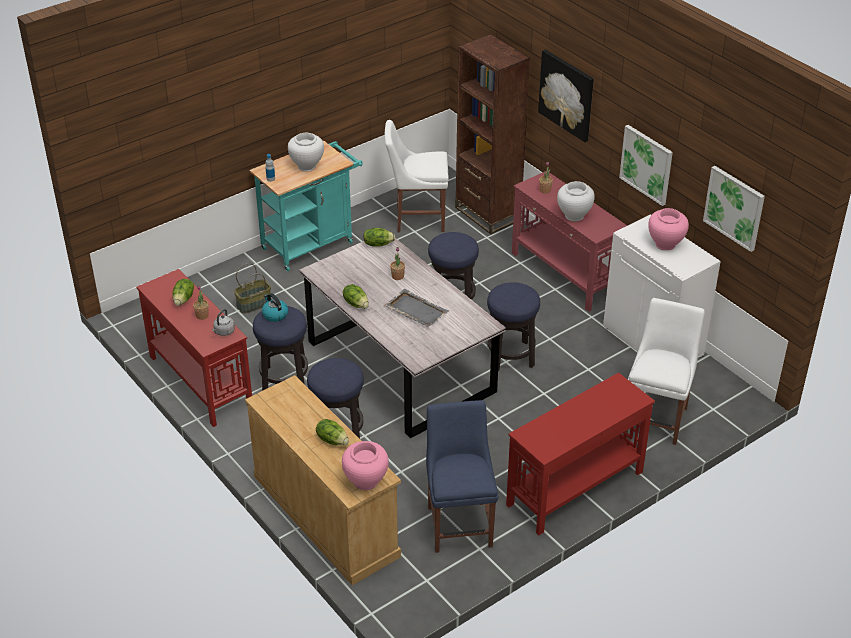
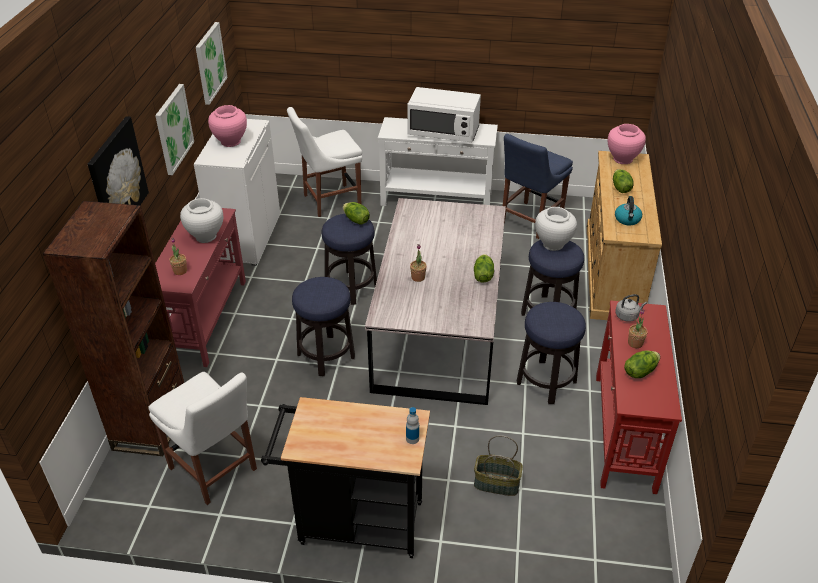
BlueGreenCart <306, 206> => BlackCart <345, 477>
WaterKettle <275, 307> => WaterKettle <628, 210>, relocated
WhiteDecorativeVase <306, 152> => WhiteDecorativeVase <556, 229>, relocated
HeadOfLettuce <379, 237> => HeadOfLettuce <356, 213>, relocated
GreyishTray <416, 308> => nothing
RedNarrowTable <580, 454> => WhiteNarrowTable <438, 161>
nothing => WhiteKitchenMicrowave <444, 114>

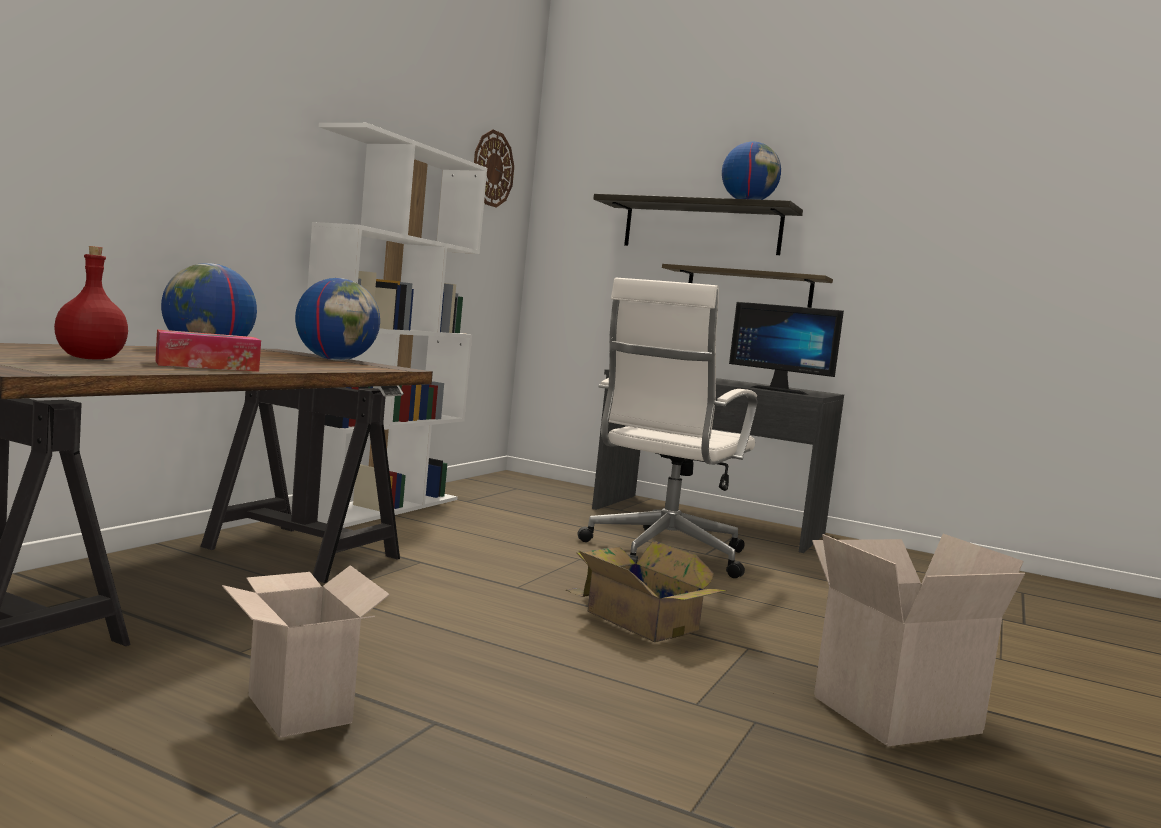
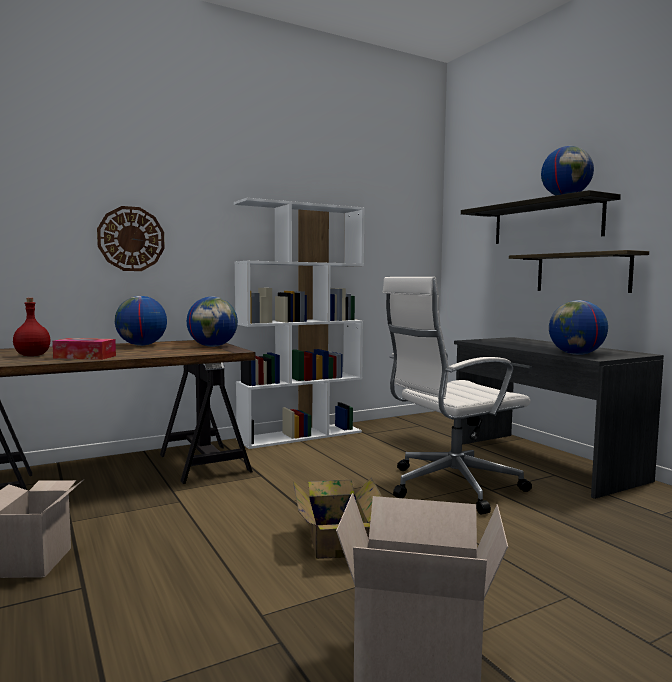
HangingClock <494, 168> => HangingClock <131, 238>, relocated
ComputerScreen <786, 348> => WorldGlobe <578, 327>

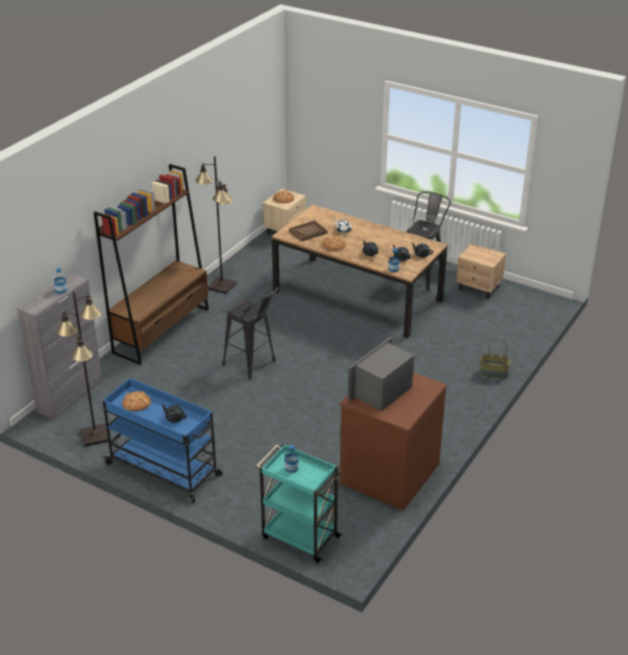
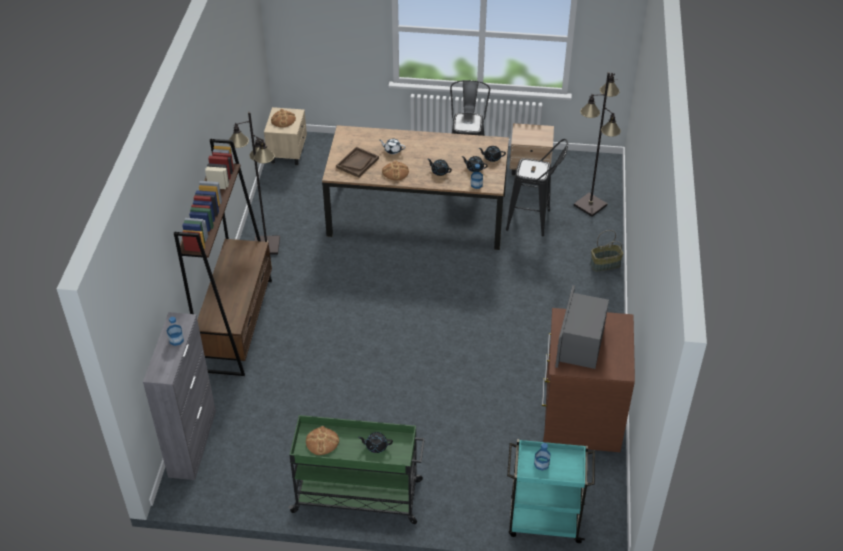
BlackStandardLamp <82, 369> => BlackStandardLamp <597, 144>, relocated
BluishCart <162, 440> => GreenColouredCart <356, 469>
BlackSittingStool <250, 333> => BlackSittingStool <537, 187>, relocated

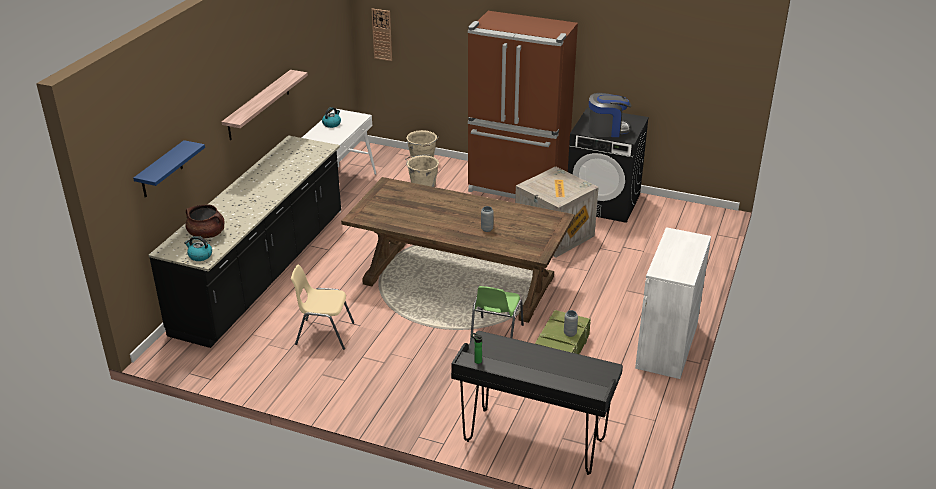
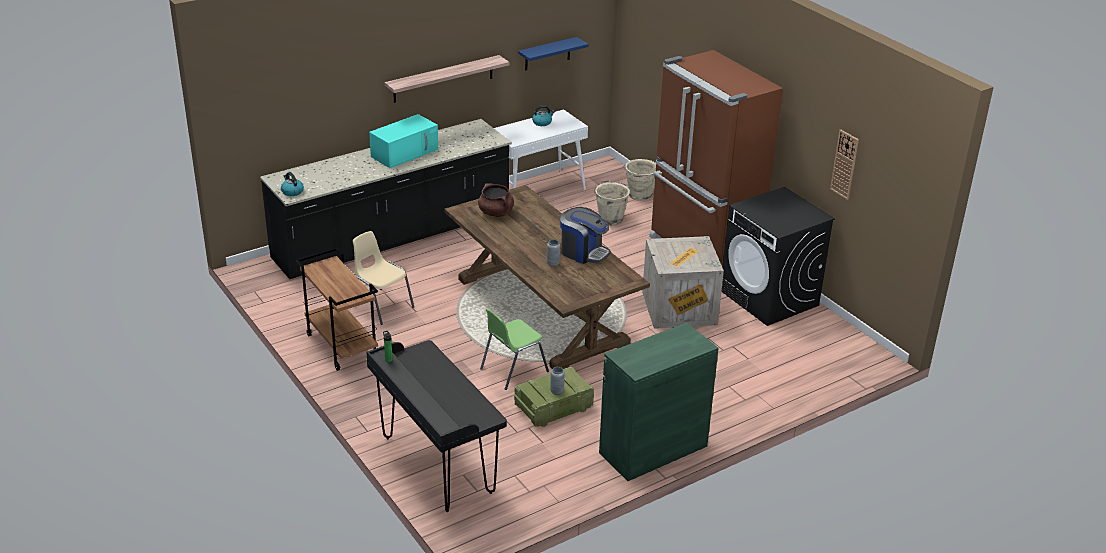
BluishBracketShelf <169, 169> => BluishBracketShelf <553, 53>, relocated
BrownCookingPot <204, 221> => BrownCookingPot <496, 200>, relocated
HangingClock <382, 34> => HangingClock <844, 165>, relocated
CoffeeMaker <610, 115> => CoffeeMaker <585, 235>, relocated
WhiteCabinet <673, 303> => GreenColouredCabinet <659, 402>
nothing => BrownCart <337, 309>
nothing => BlueGreenKitchenMicrowave <403, 141>

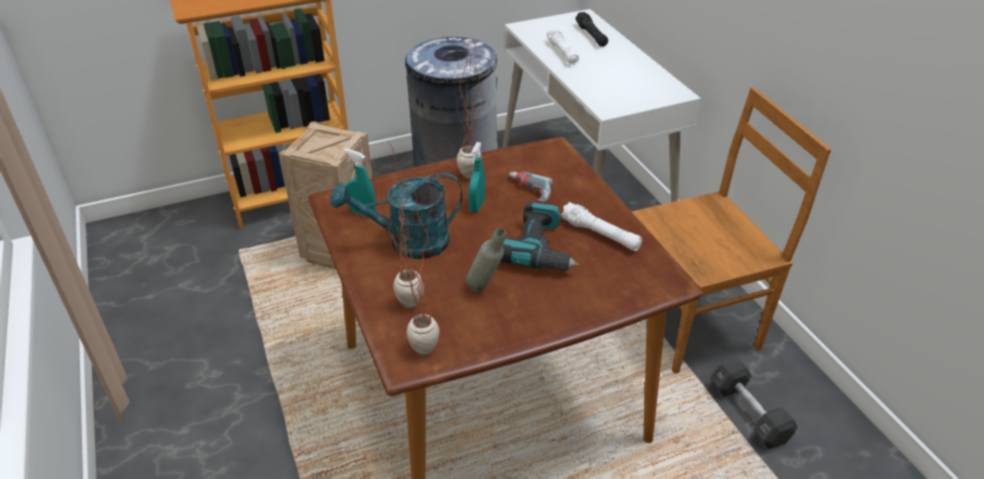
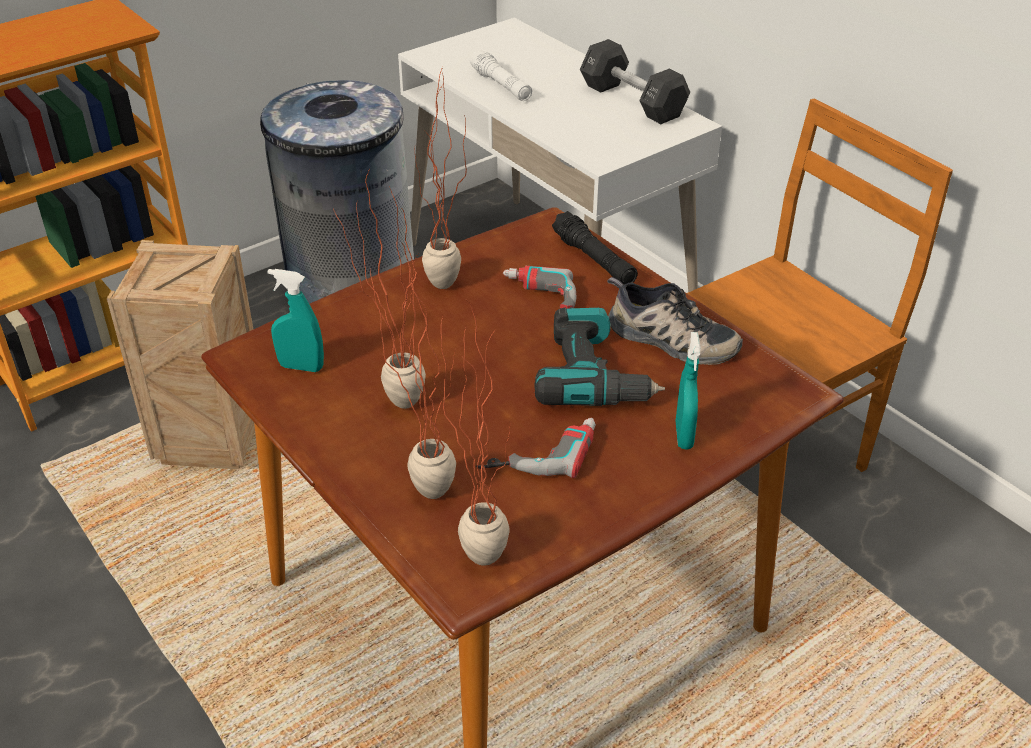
BlueGreenWateringCan <396, 216> => PlantInAPot <379, 288>
GreyishBottle <486, 260> => Drill <536, 448>
BlueGreenSprayBottle <477, 177> => BlueGreenSprayBottle <688, 391>, relocated
WhiteTorch <601, 226> => Shoe <675, 321>
BlackTorch <591, 29> => BlackTorch <595, 247>, relocated
BlackHandWeight <753, 403> => BlackHandWeight <635, 81>, relocated

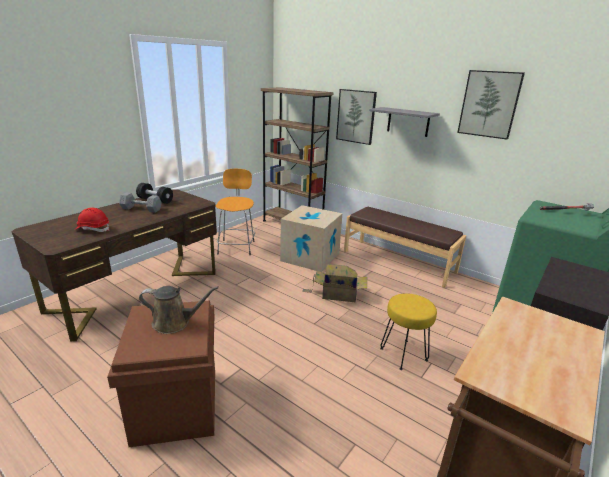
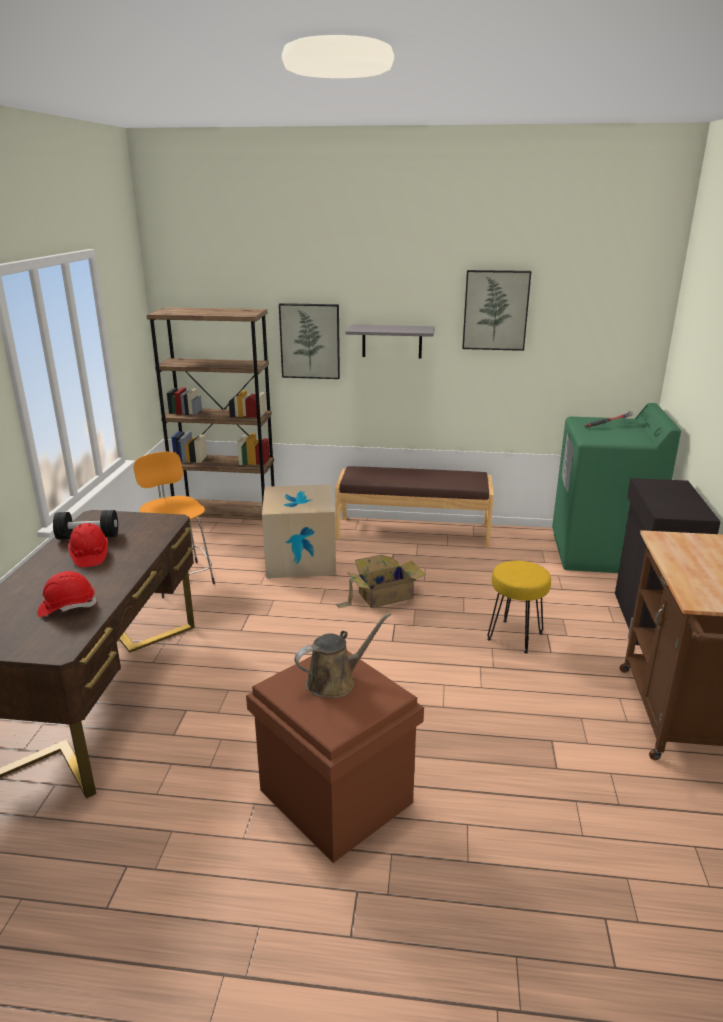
GreyishHandWeight <140, 203> => RedSafetyHelmet <88, 545>

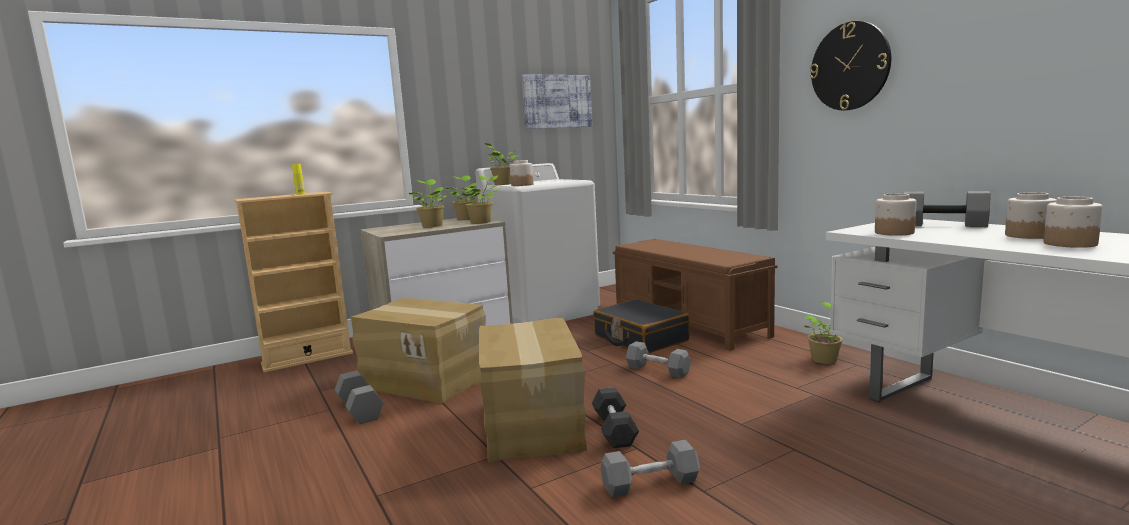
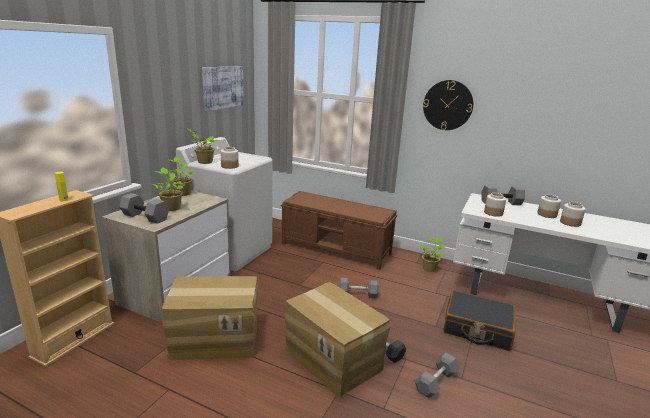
GreyishHandWeight <359, 397> => GreyishHandWeight <144, 208>, relocated
PlantInAPot <480, 199> => nothing
BlackTravelCase <641, 326> => BlackTravelCase <479, 320>, relocated

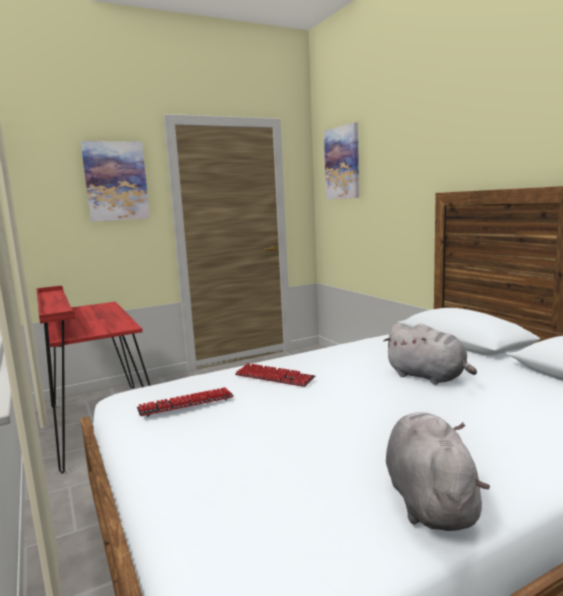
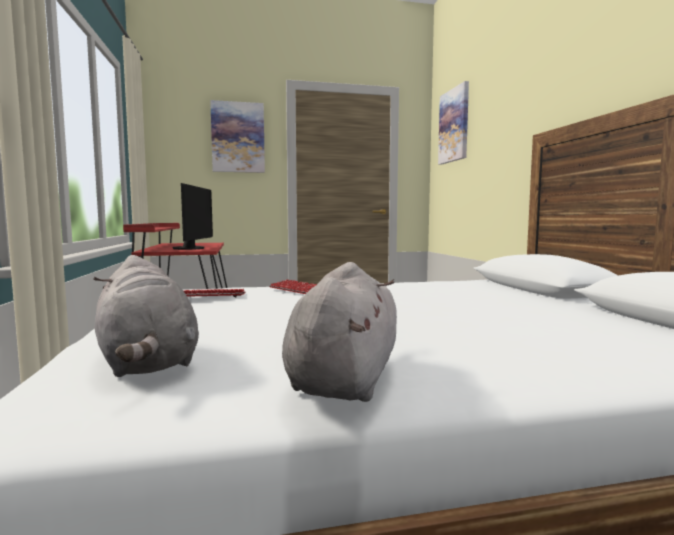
GreyishPlushToy <430, 354> => GreyishPlushToy <146, 316>, relocated
nothing => ComputerScreen <193, 216>

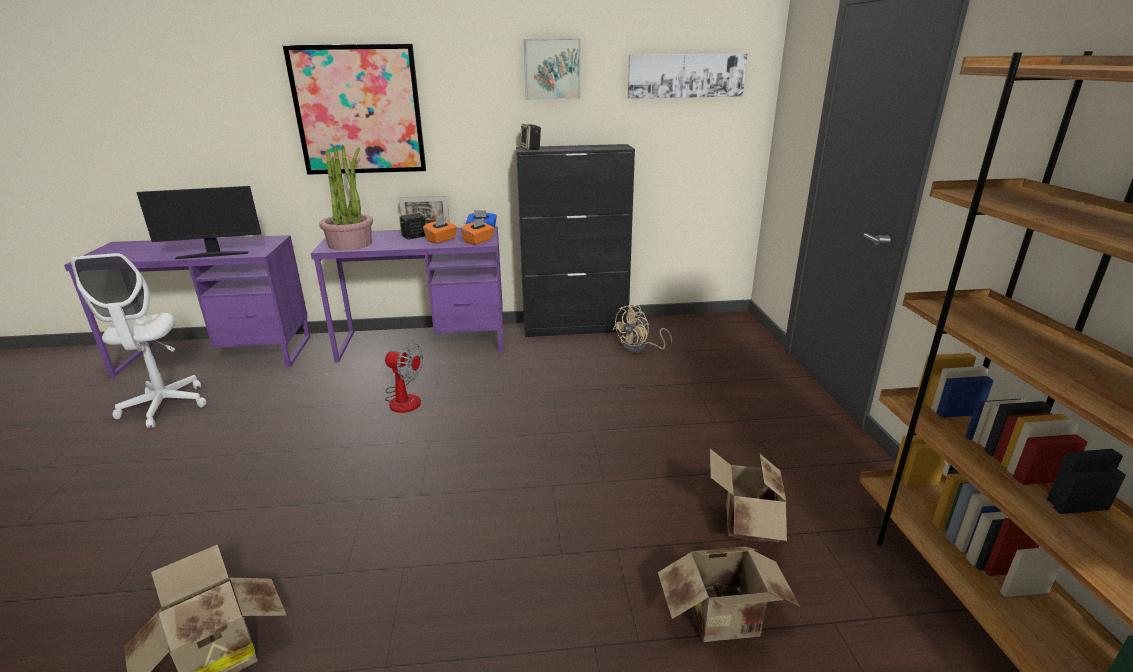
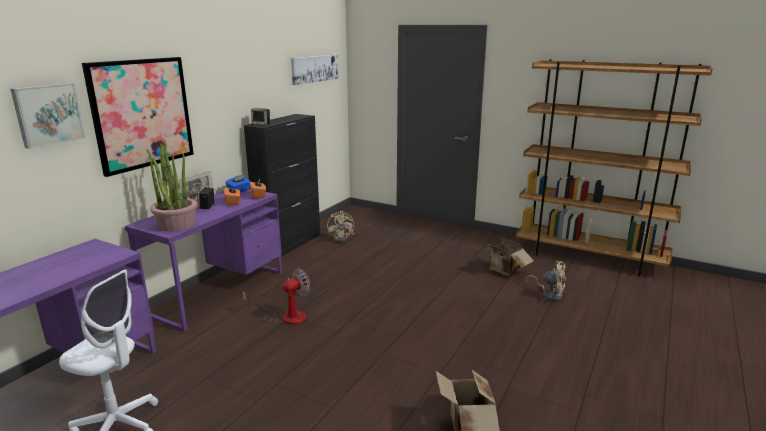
ComputerScreen <198, 222> => nothing
WallPicture <552, 69> => WallPicture <48, 116>, relocated
CardboardBox <729, 594> => BeigeElectricFan <545, 281>

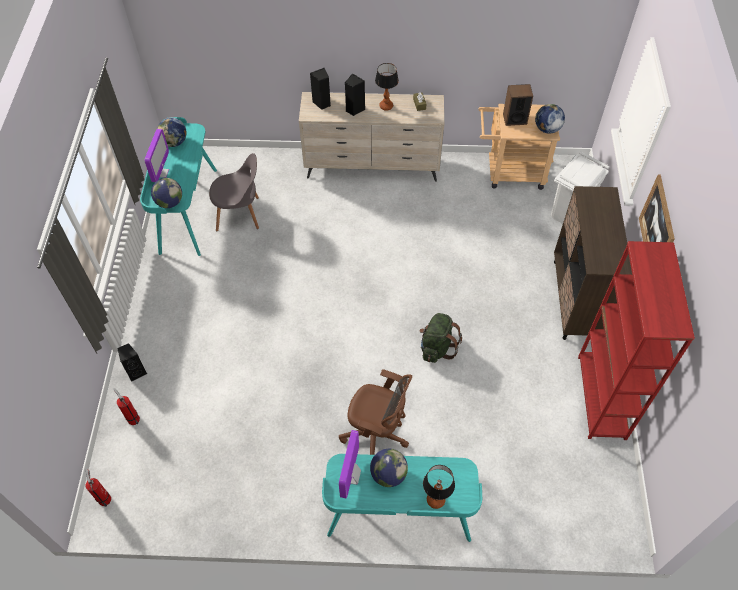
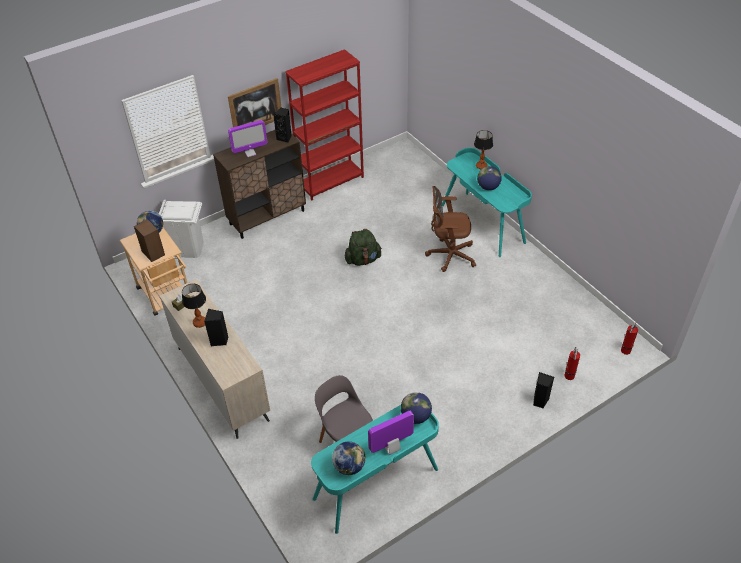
BlackSpeaker <320, 89> => BlackSpeaker <282, 125>, relocated
BrownDeskChair <375, 412> => BrownDeskChair <450, 229>, 75 degrees counterclockwise
ComputerScreen <350, 464> => ComputerScreen <247, 138>, relocated

